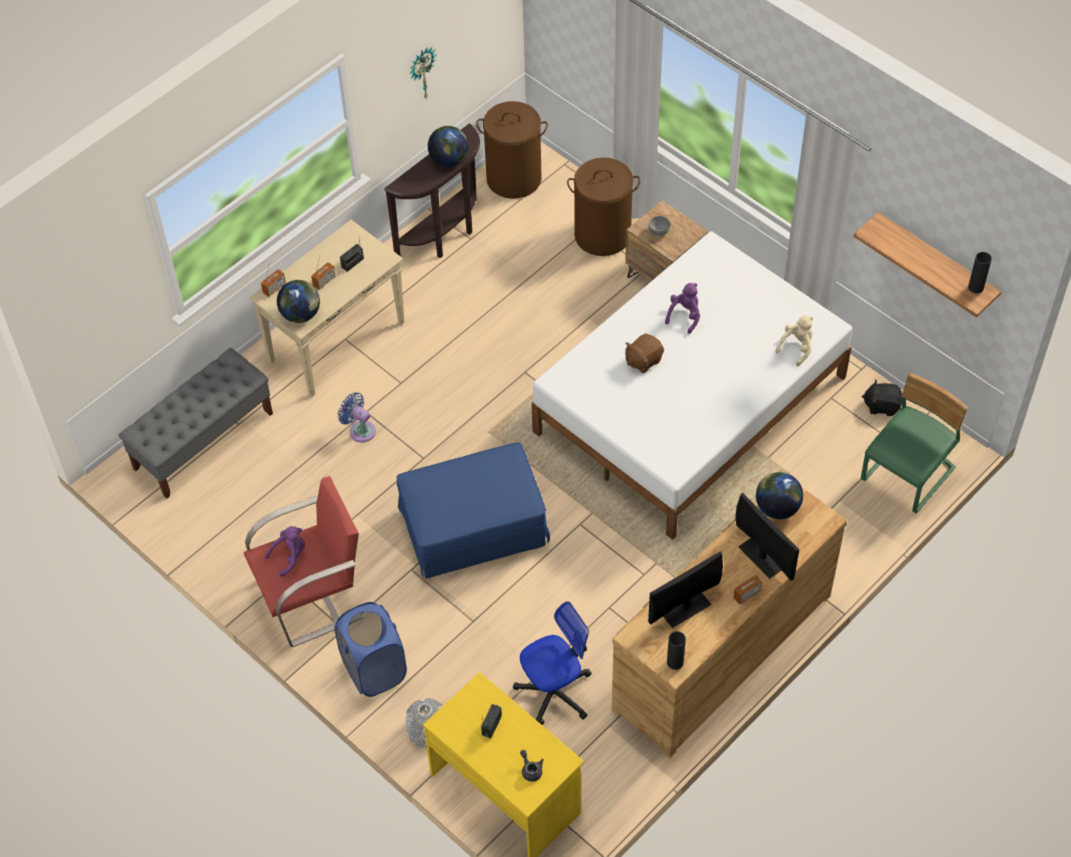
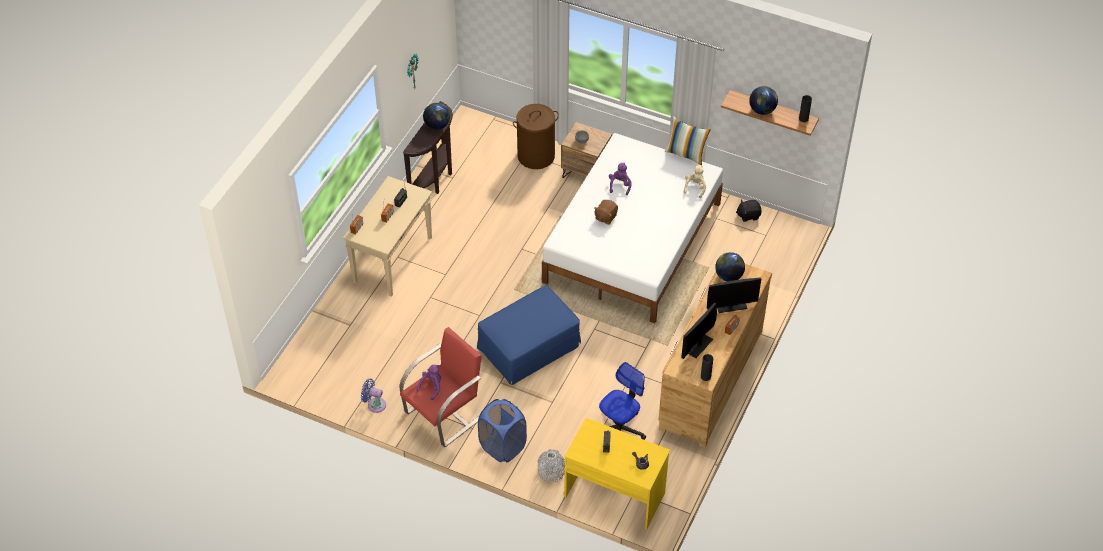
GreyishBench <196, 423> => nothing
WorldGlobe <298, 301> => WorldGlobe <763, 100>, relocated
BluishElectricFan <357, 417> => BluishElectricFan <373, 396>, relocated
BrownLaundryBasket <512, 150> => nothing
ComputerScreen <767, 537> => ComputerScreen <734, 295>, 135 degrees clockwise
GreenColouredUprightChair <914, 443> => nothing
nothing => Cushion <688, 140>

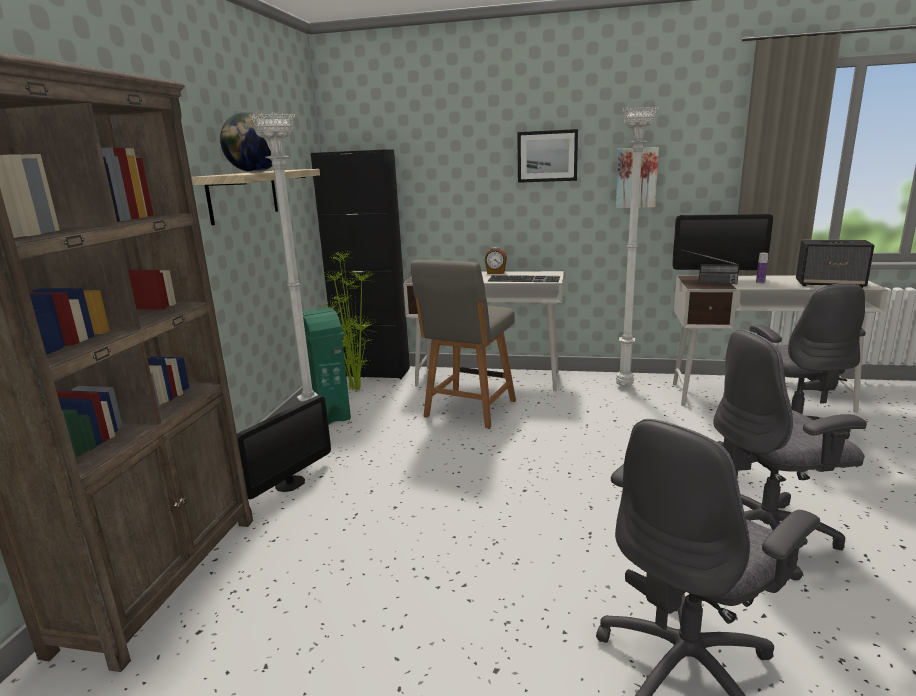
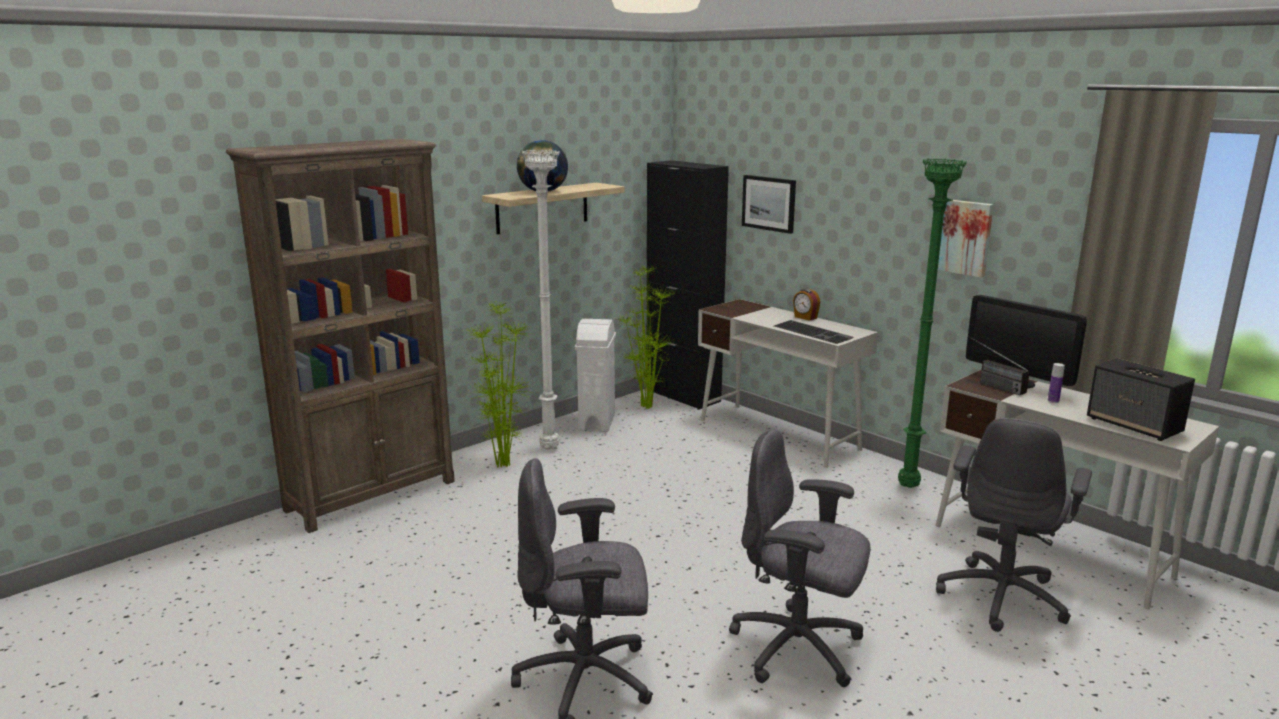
ComputerScreen <284, 447> => PlantInAPot <498, 384>
GreenColouredRubbishBin <326, 366> => WhiteRubbishBin <595, 375>
GreyishUprightChair <463, 344> => nothing
WallPicture <547, 156> => WallPicture <769, 204>, relocated
WhiteStandardLamp <637, 247> => GreenColouredStandardLamp <932, 323>

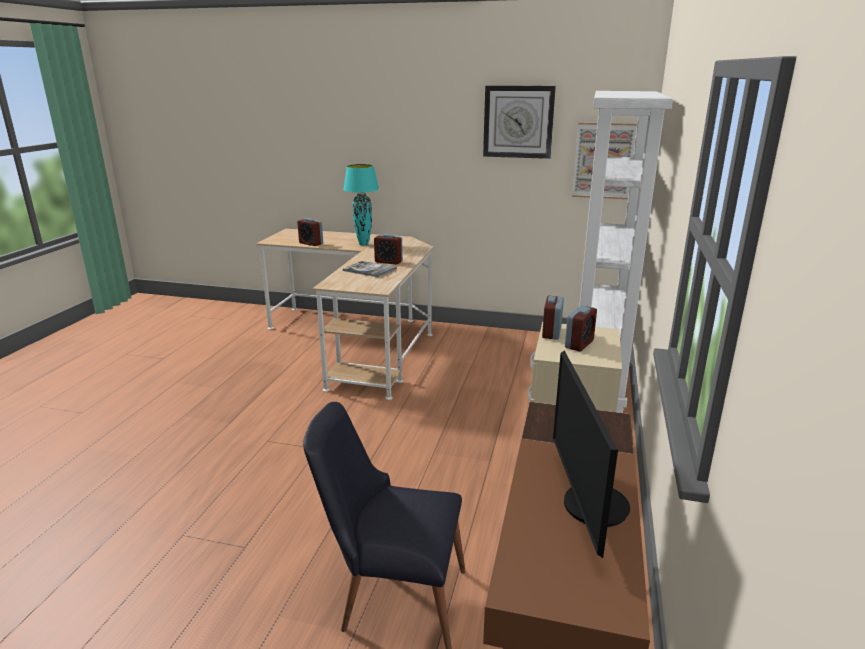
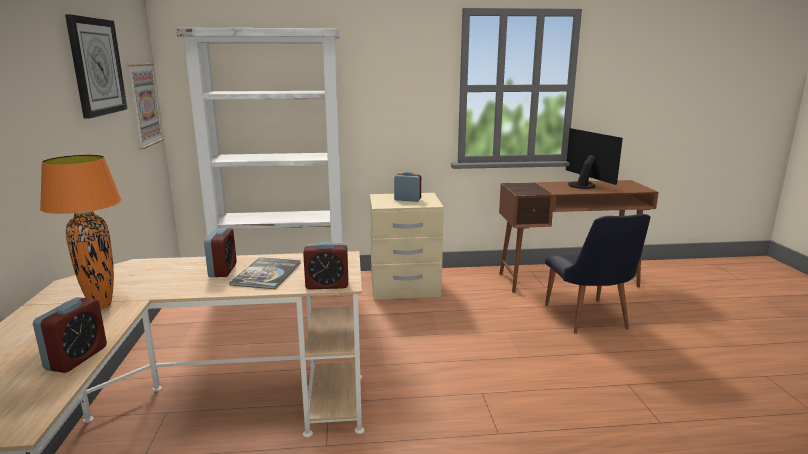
BlueGreenTableLamp <361, 204> => OrangeColouredTableLamp <81, 232>
BedsideClock <553, 318> => BedsideClock <325, 265>, relocated
ComputerScreen <591, 454> => ComputerScreen <594, 158>, 90 degrees counterclockwise

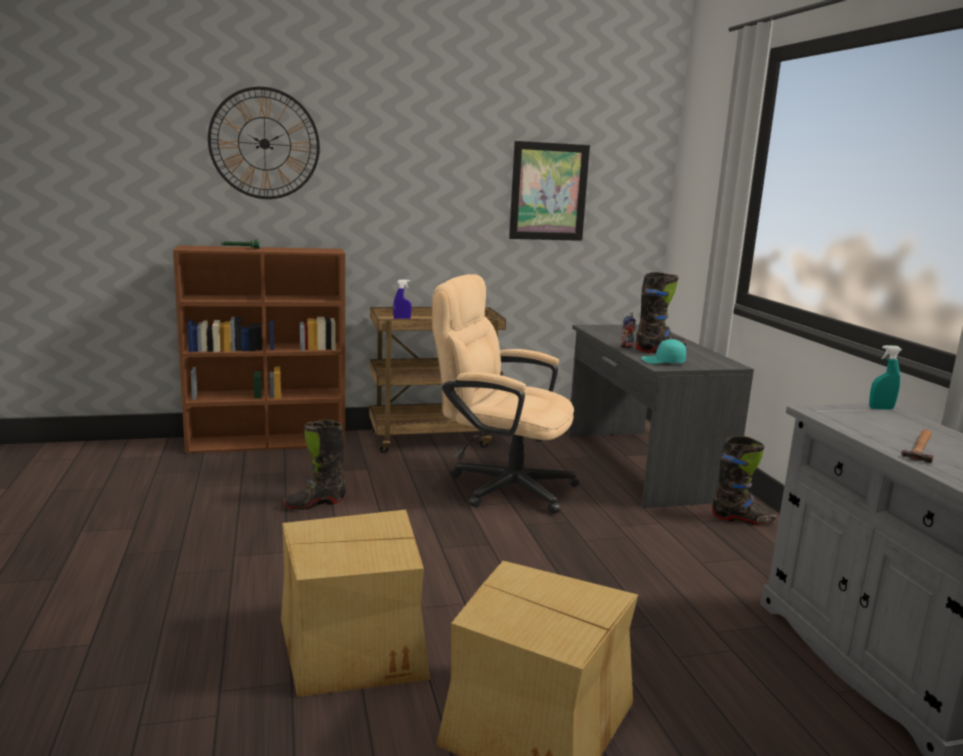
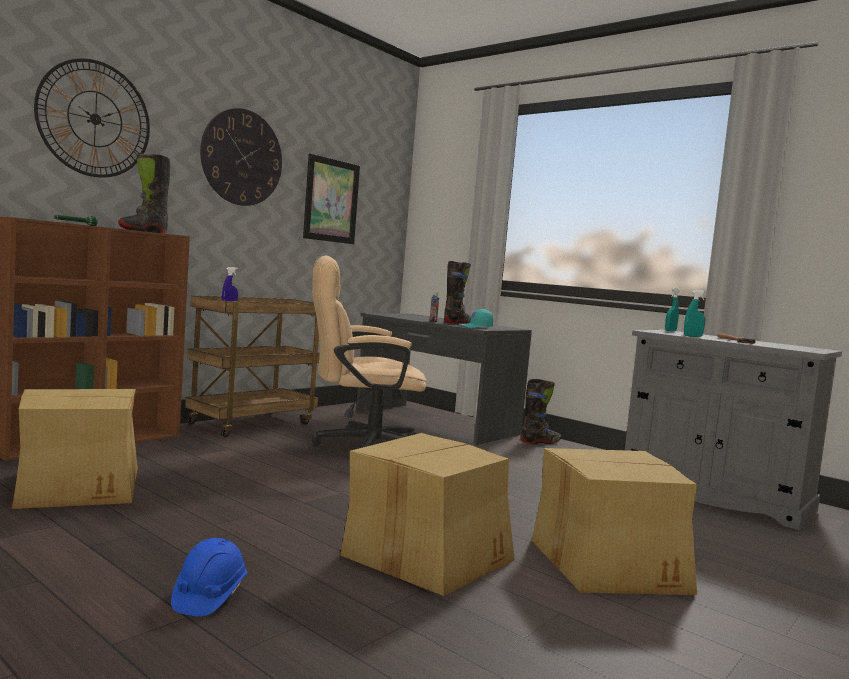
BlackHighTopBoot <314, 465> => BlackHighTopBoot <144, 193>, relocated
nothing => CardboardBox <75, 449>
nothing => BluishSafetyHelmet <209, 577>
nothing => HangingClock <241, 157>
nothing => BlueGreenSprayBottle <695, 313>

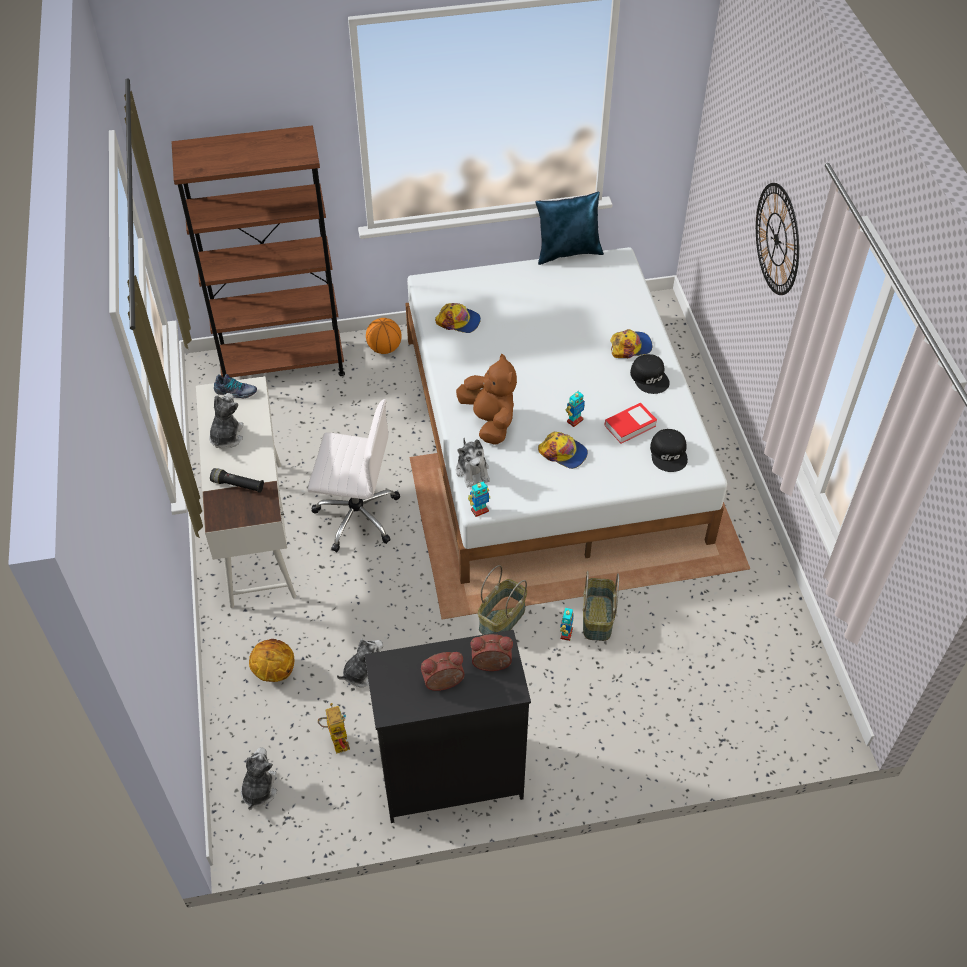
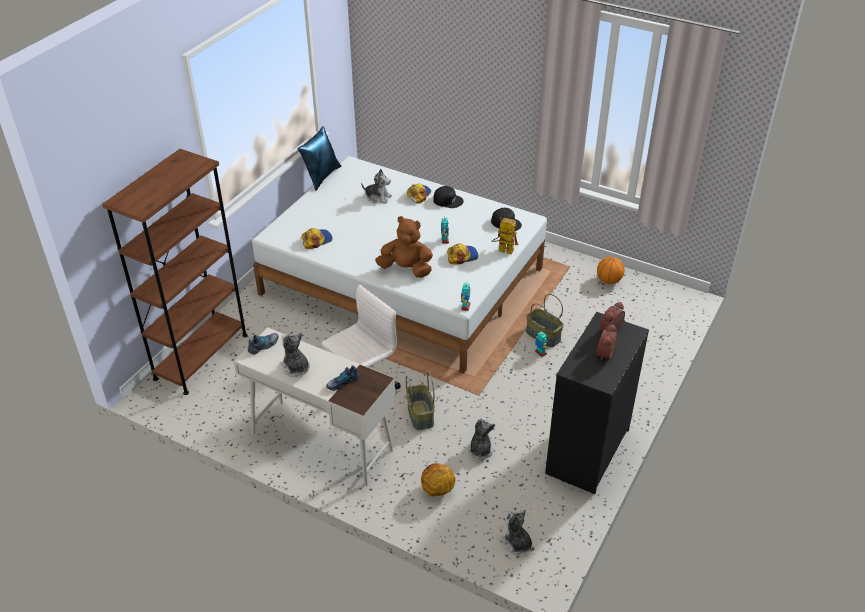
BlackTorch <237, 480> => Shoe <343, 378>
ModelRobot <334, 728> => ModelRobot <505, 235>, relocated
BasketballBall <384, 336> => BasketballBall <610, 270>, relocated
PlushToy <473, 463> => PlushToy <376, 186>, relocated
Basket <502, 600> => Basket <420, 401>, relocated
Volume <631, 423> => nothing
HangingClock <777, 239> => nothing

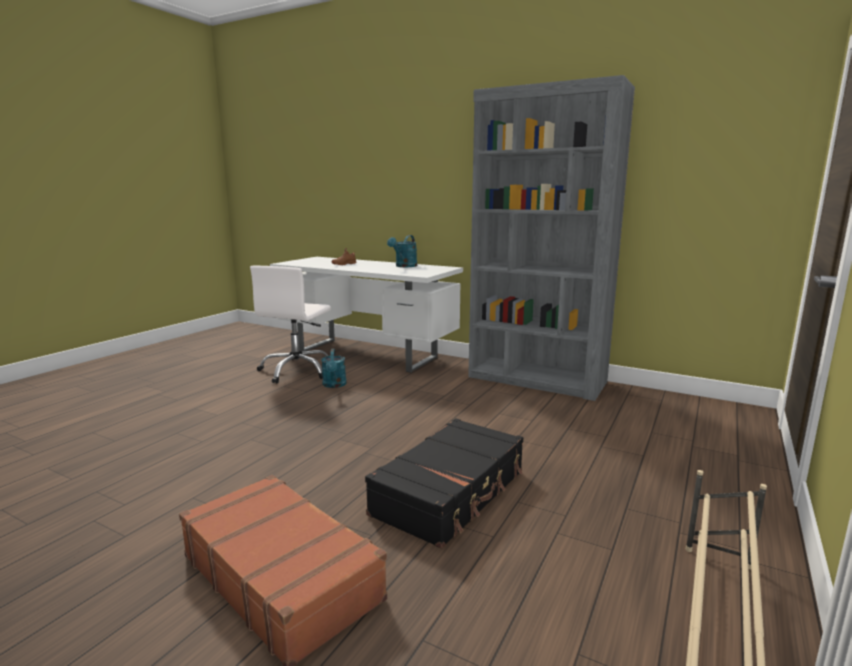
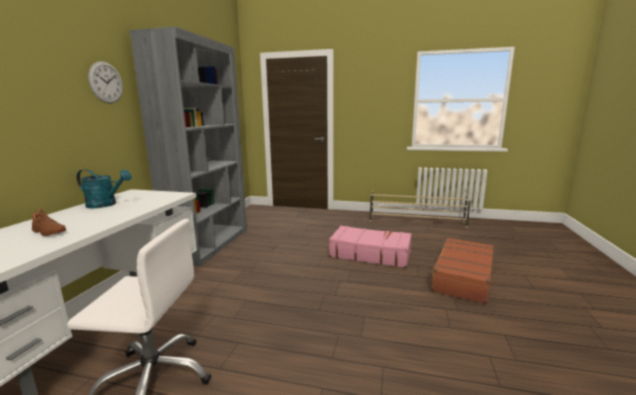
BlueGreenWateringCan <333, 368> => nothing
BlackTravelCase <444, 483> => PinkishTravelCase <370, 247>
nothing => HangingClock <105, 82>

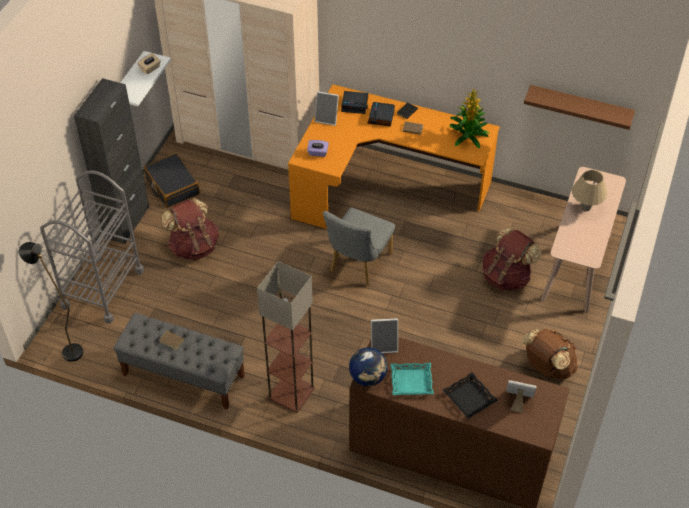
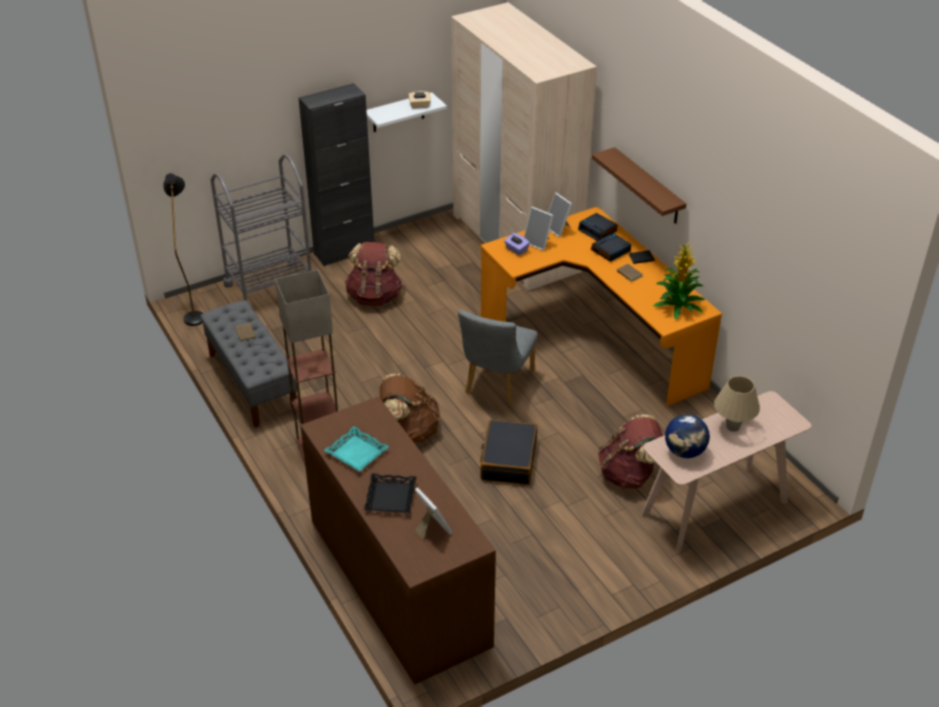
BlackTravelCase <172, 180> => BlackTravelCase <508, 452>, relocated
GreyishUprightChair <359, 247> => GreyishUprightChair <498, 357>, 45 degrees counterclockwise
WorldGlobe <368, 367> => WorldGlobe <687, 436>, relocated
PhotoFrame <384, 335> => PhotoFrame <538, 229>, relocated
BrownRucksack <550, 354> => BrownRucksack <410, 408>, relocated
BrownBracketShelf <579, 107> => BrownBracketShelf <639, 185>, relocated

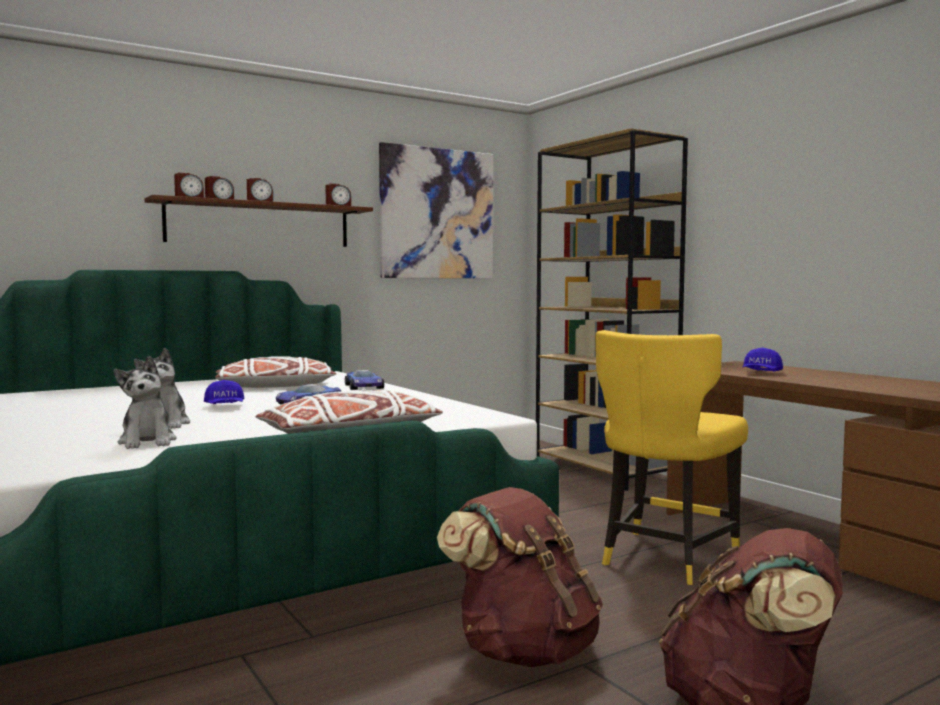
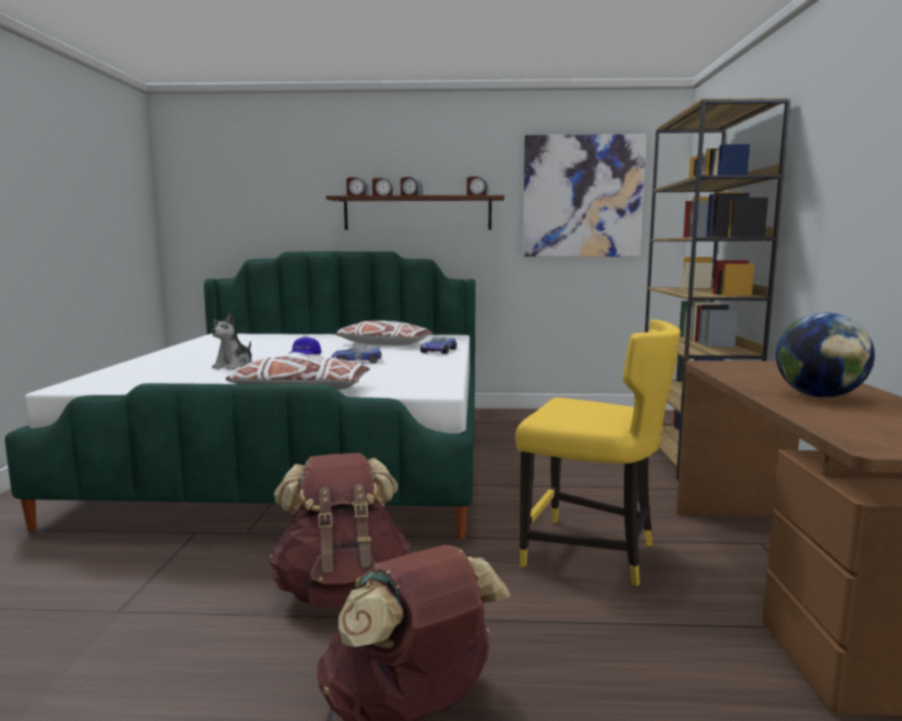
PlushToy <145, 402> => nothing
YellowColouredUprightChair <671, 457> => YellowColouredUprightChair <598, 453>, 135 degrees counterclockwise
BluishBaseballCap <763, 360> => nothing
nothing => WorldGlobe <825, 355>

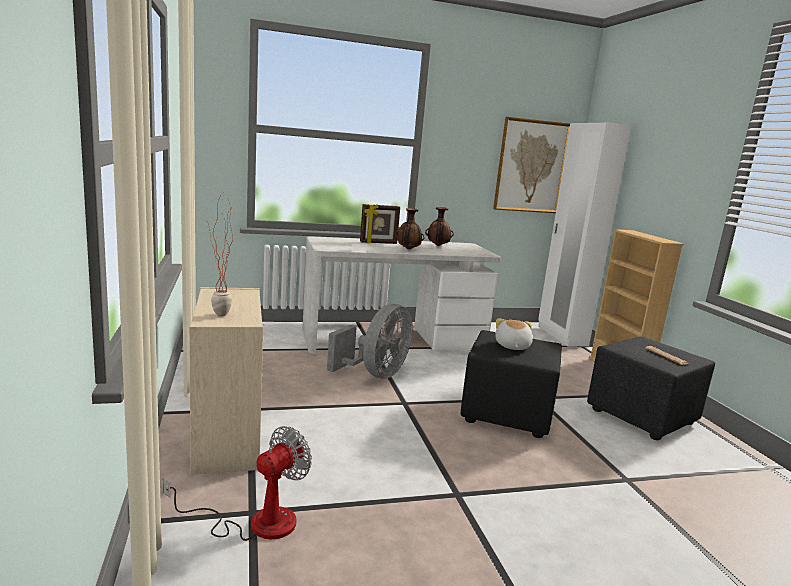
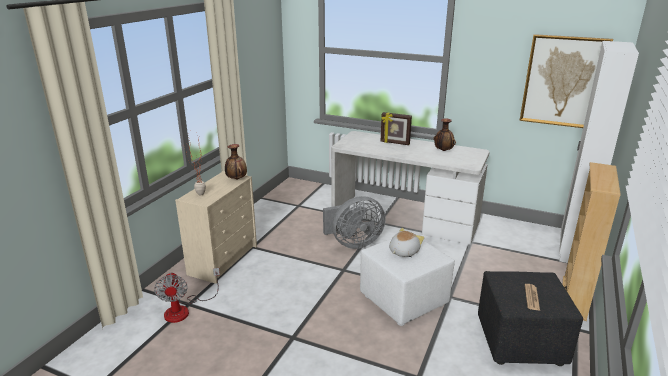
ElectricFan <237, 483> => ElectricFan <187, 295>, 90 degrees clockwise
DecorativeVase <410, 229> => DecorativeVase <236, 162>, relocated
BlackPouffe <511, 384> => WhitePouffe <407, 282>

